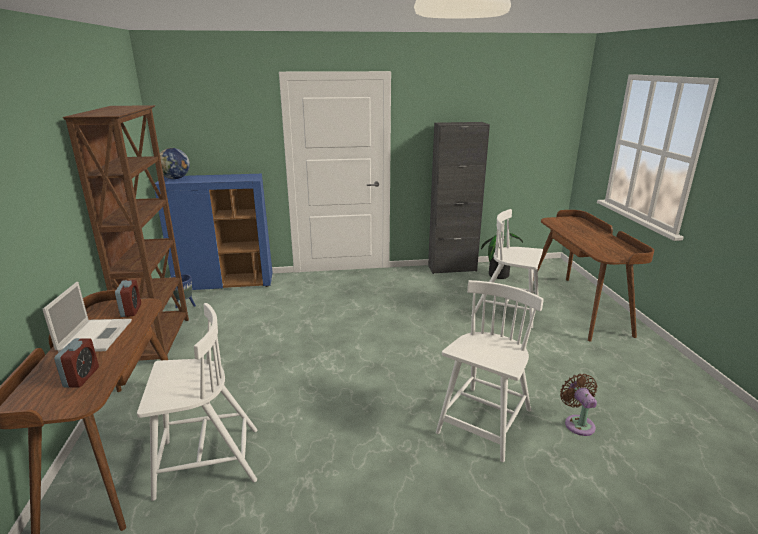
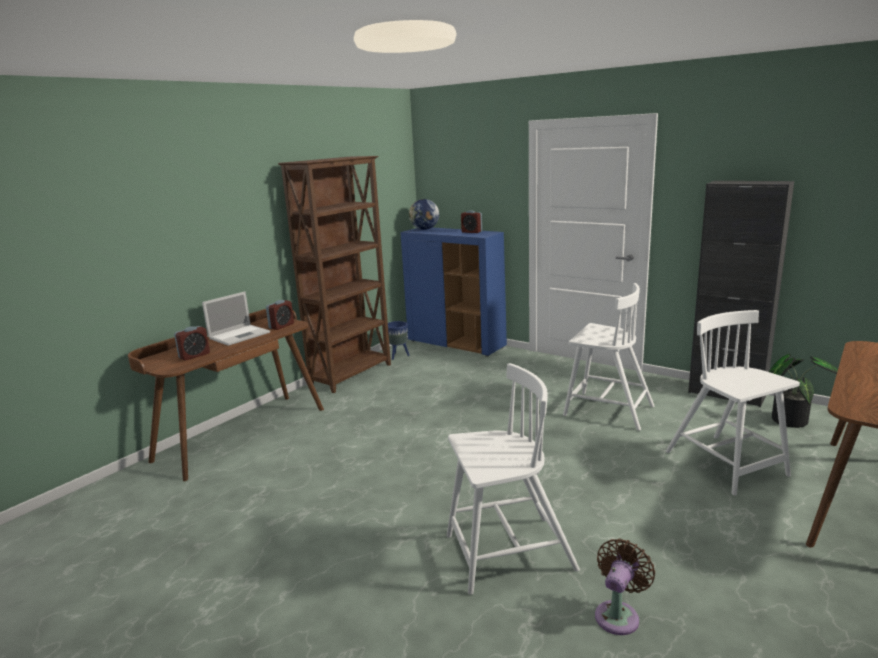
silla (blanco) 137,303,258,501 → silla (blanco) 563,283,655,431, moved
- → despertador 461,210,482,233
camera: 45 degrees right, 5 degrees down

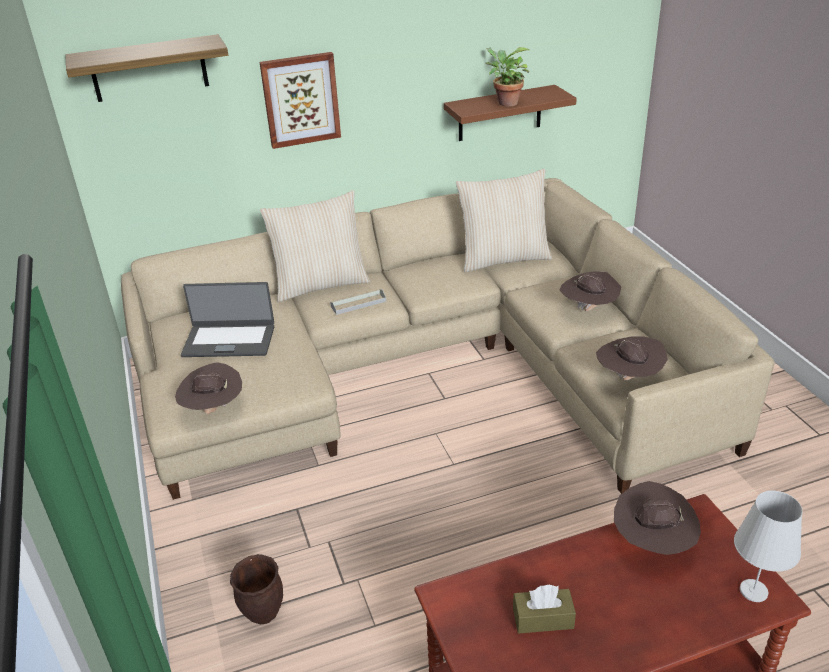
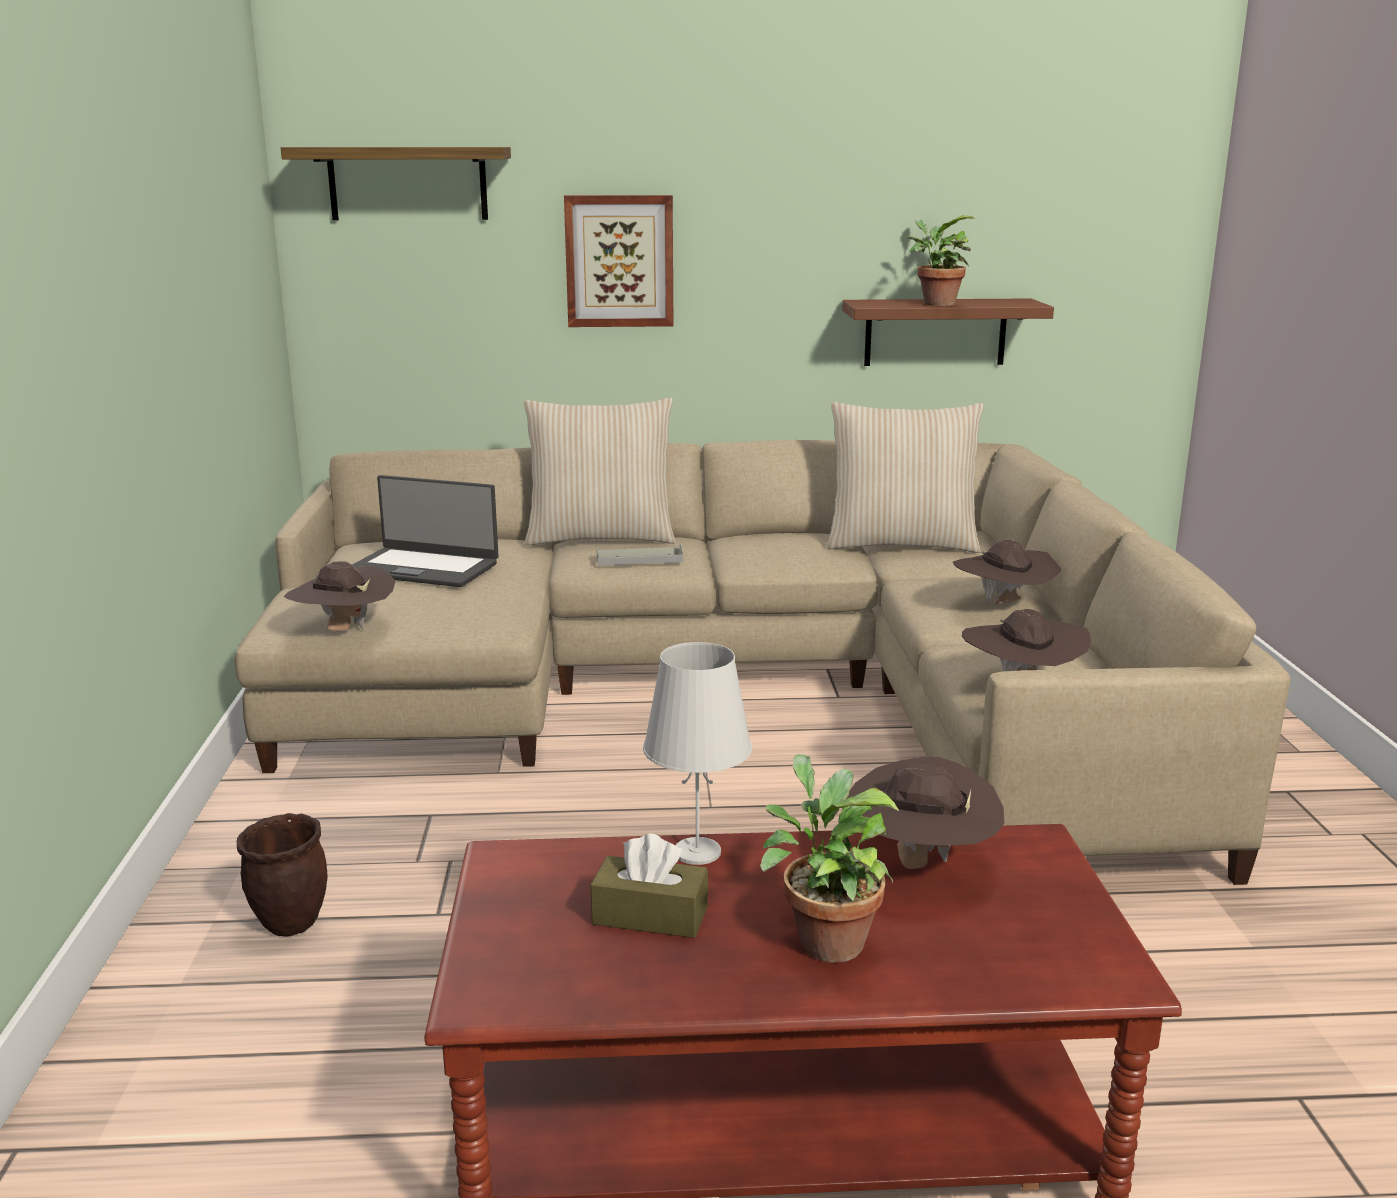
lámpara de mesa (blanco) 734,491,803,602 → lámpara de mesa (blanco) 643,642,752,865, moved
- → planta en maceta 760,754,899,963
camera: 15 degrees right, 15 degrees down

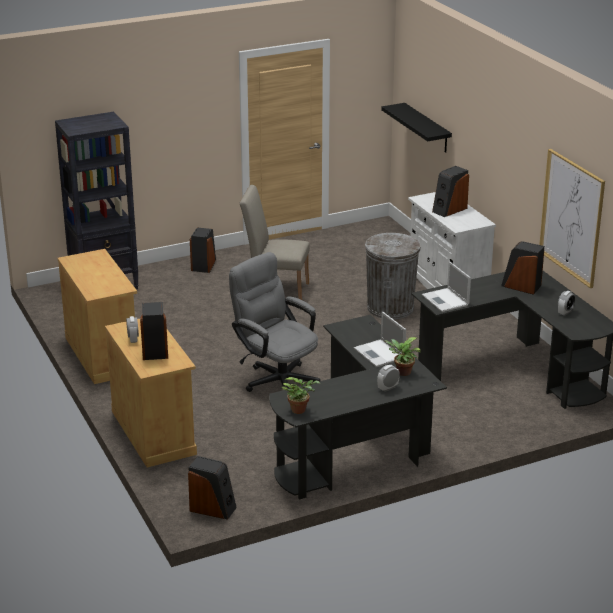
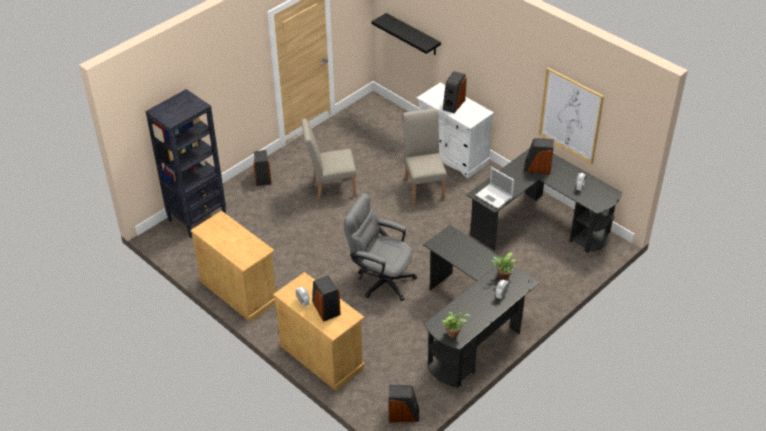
papelera (gris) 365,233,421,319 → silla (beis) 403,108,447,205
portátil 354,311,406,367 → -
camera: 20 degrees left, 15 degrees up

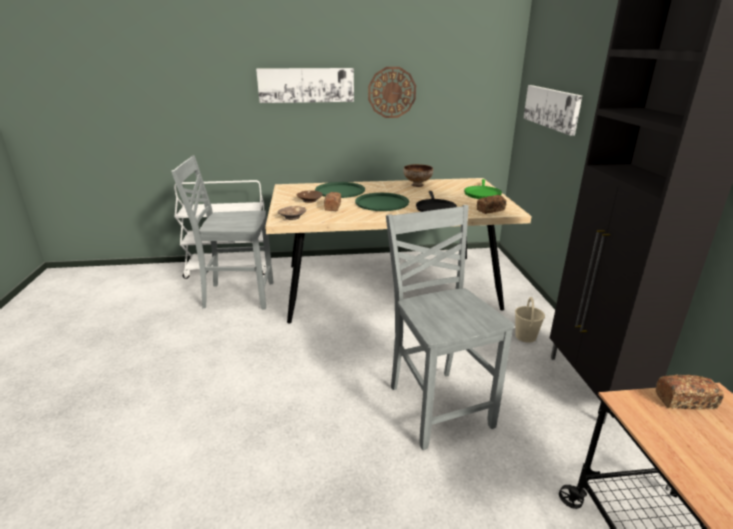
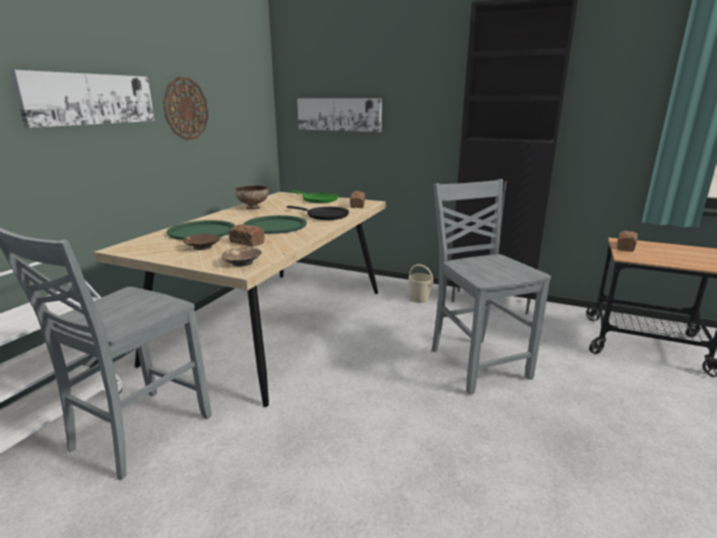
silla (gris) 386,205,514,450 → silla (gris) 432,179,551,395, 60 degrees clockwise
camera: 60 degrees left, 5 degrees down

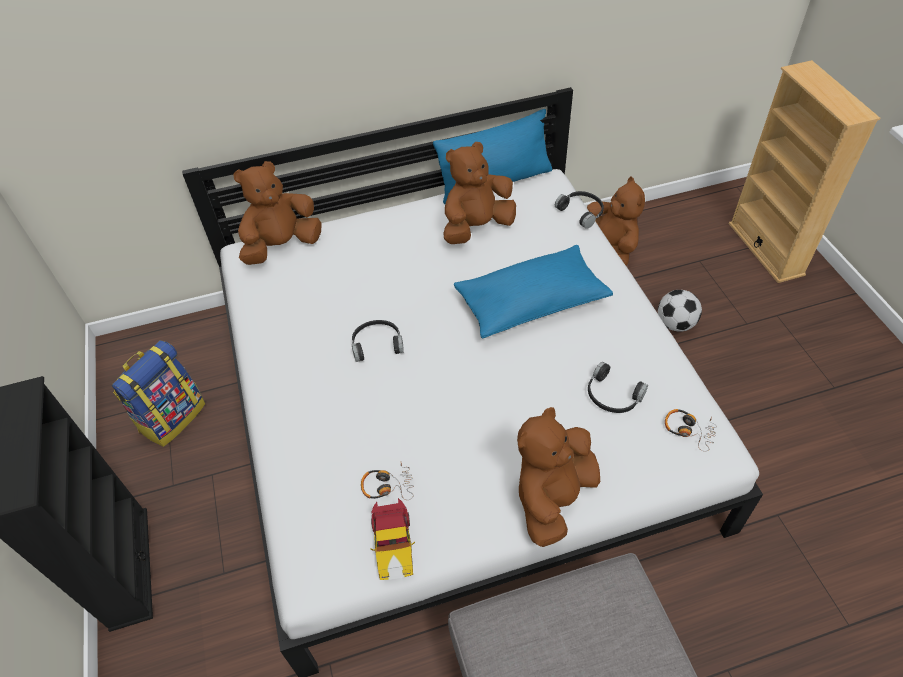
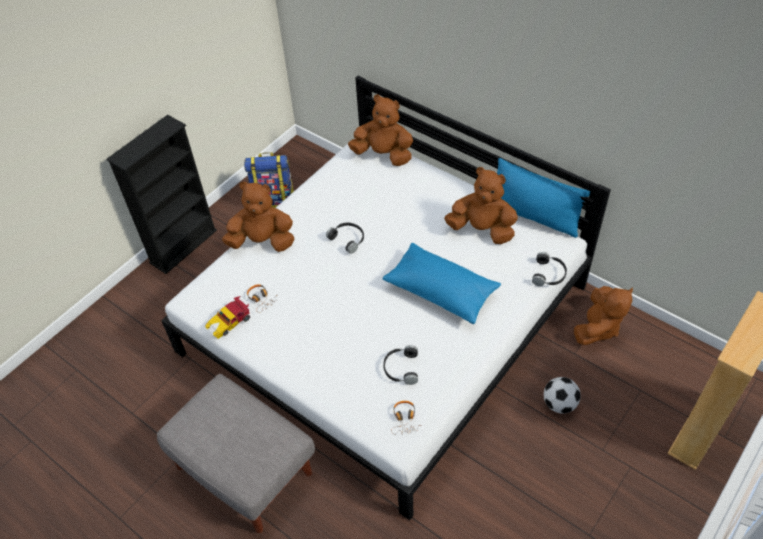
peluche (marrón) 517,407,600,547 → peluche (marrón) 222,182,295,252, moved
camera: 55 degrees right, 0 degrees up

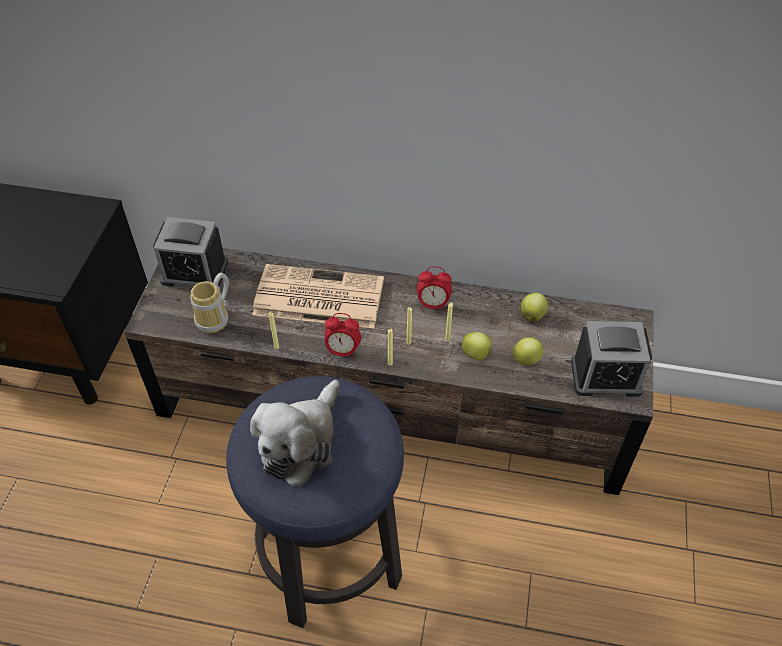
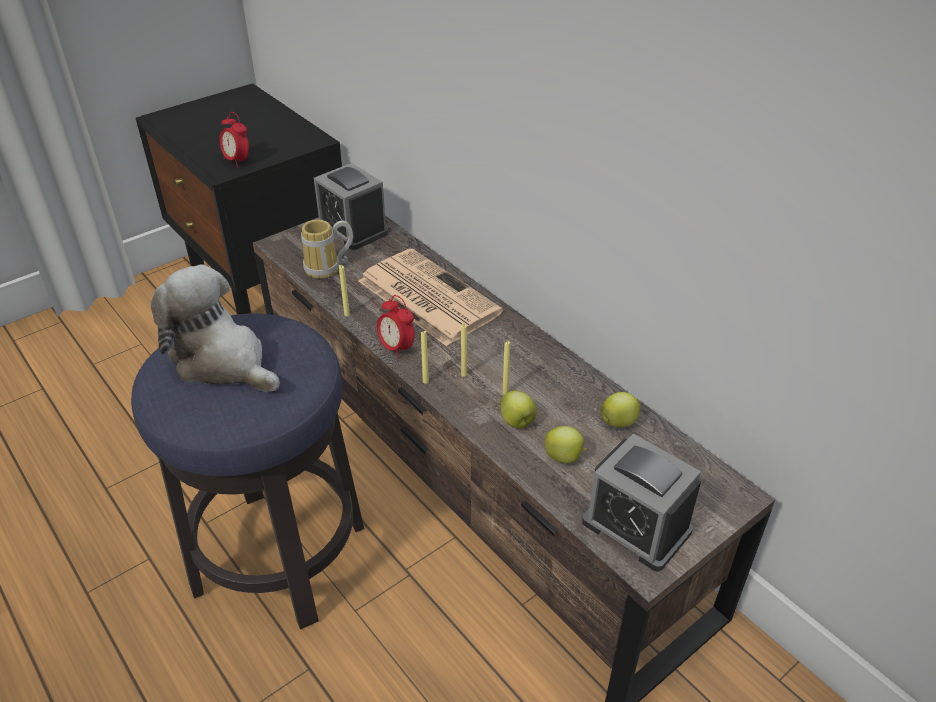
despertador 417,266,452,312 → despertador 219,112,249,168, moved
peluche 250,380,340,487 → peluche 151,264,280,392, 60 degrees clockwise
camera: 40 degrees right, 10 degrees down

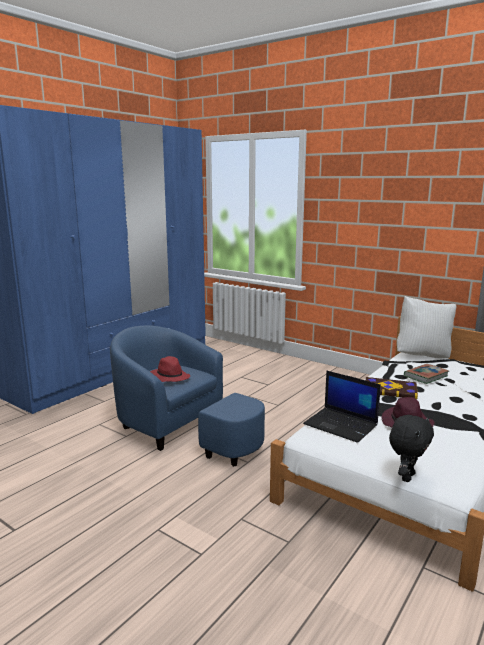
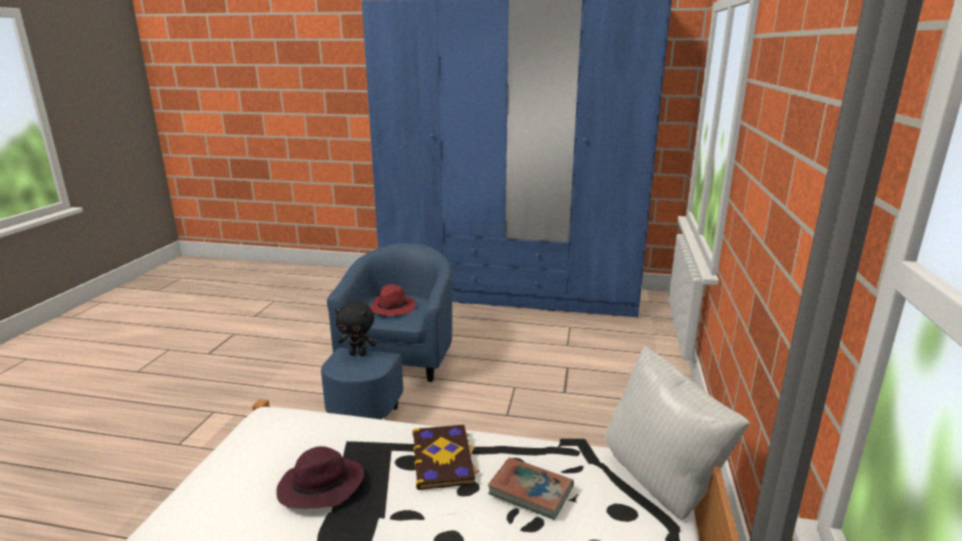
portátil 303,371,381,443 → -
peluche (negro) 389,415,434,482 → peluche (negro) 335,301,376,356, moved
camera: 65 degrees right, 5 degrees up

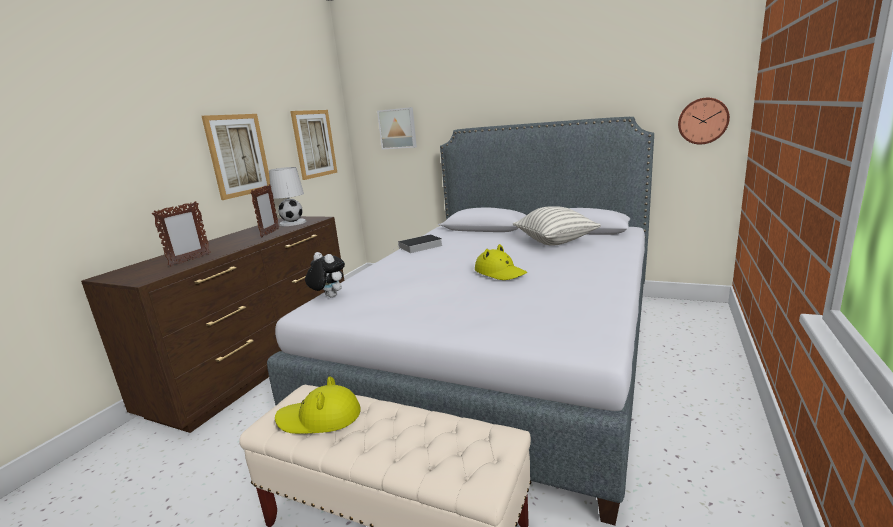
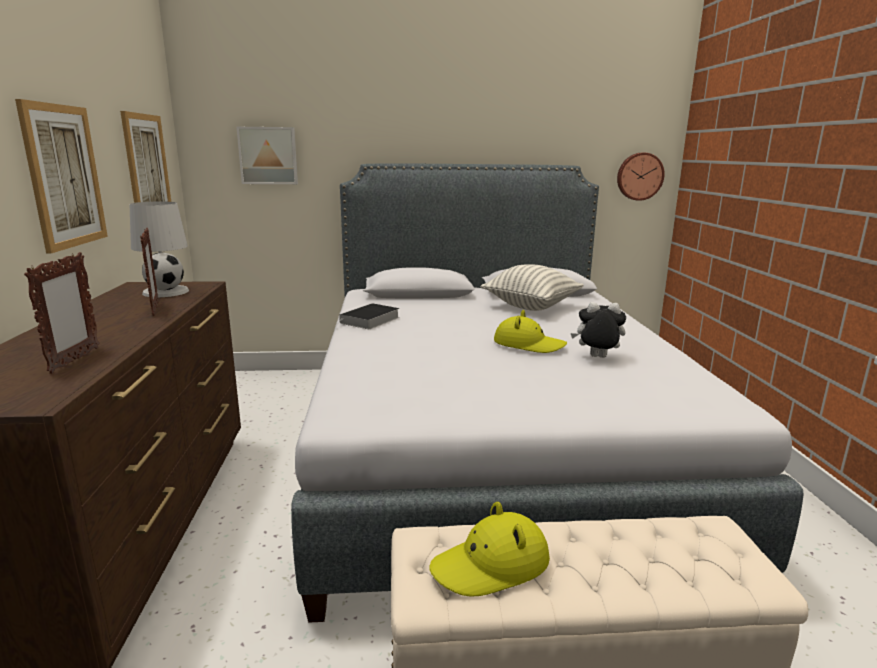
peluche 305,252,345,298 → peluche 571,302,626,358, moved
camera: 30 degrees left, 0 degrees up

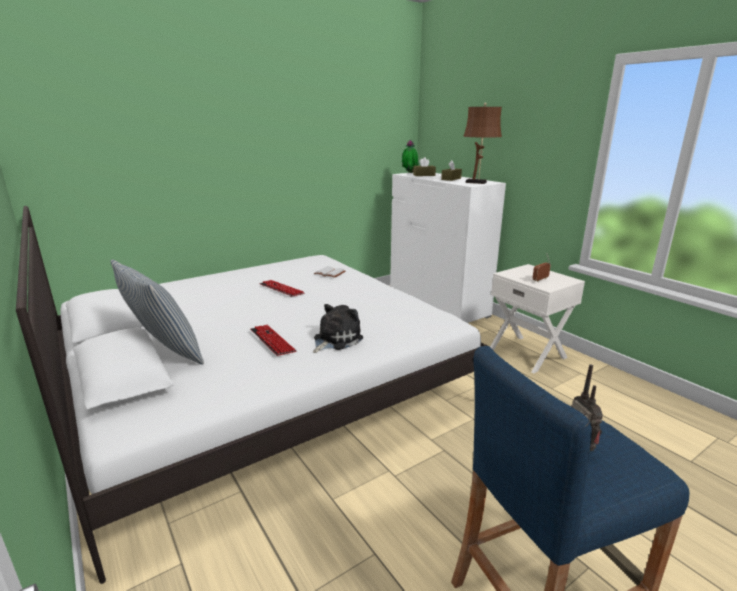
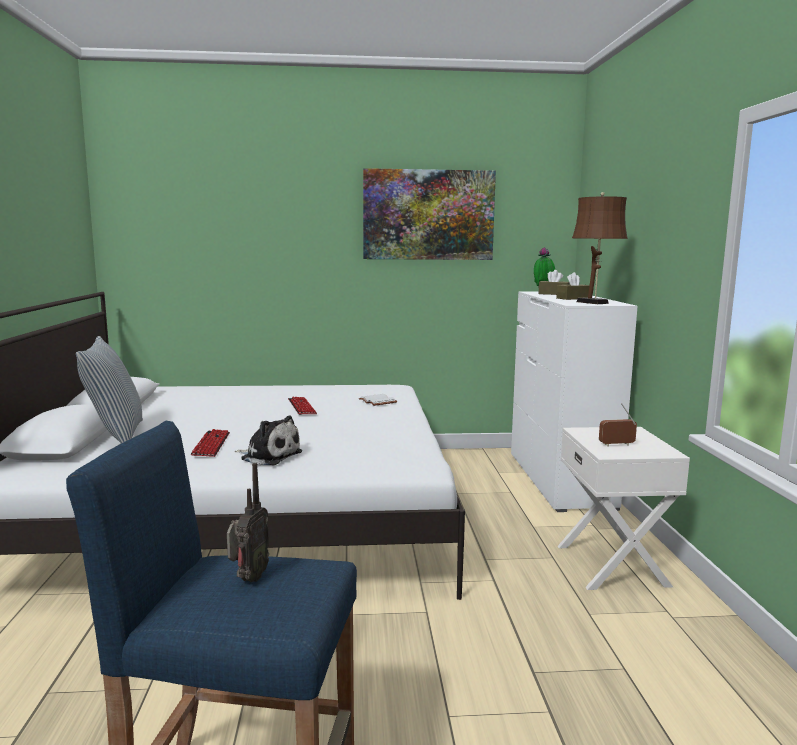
peluche 313,304,363,353 → peluche 235,415,302,465, 45 degrees clockwise
- → cuadro 363,168,496,260
camera: 30 degrees right, 10 degrees down

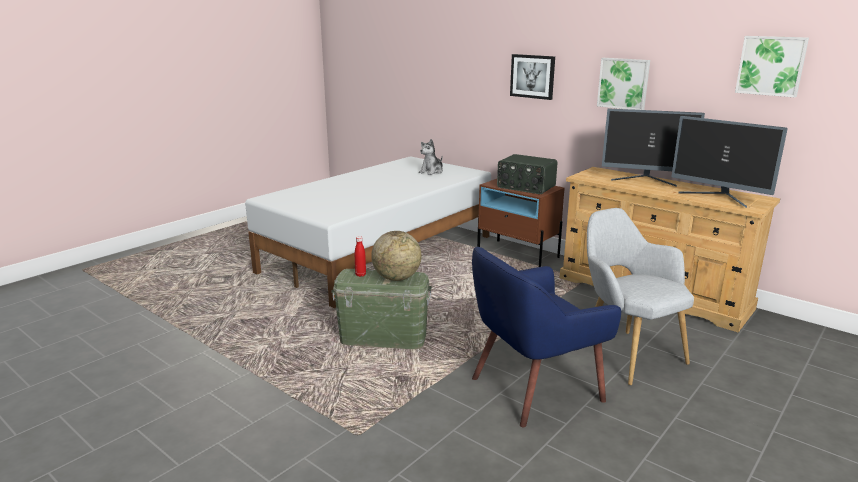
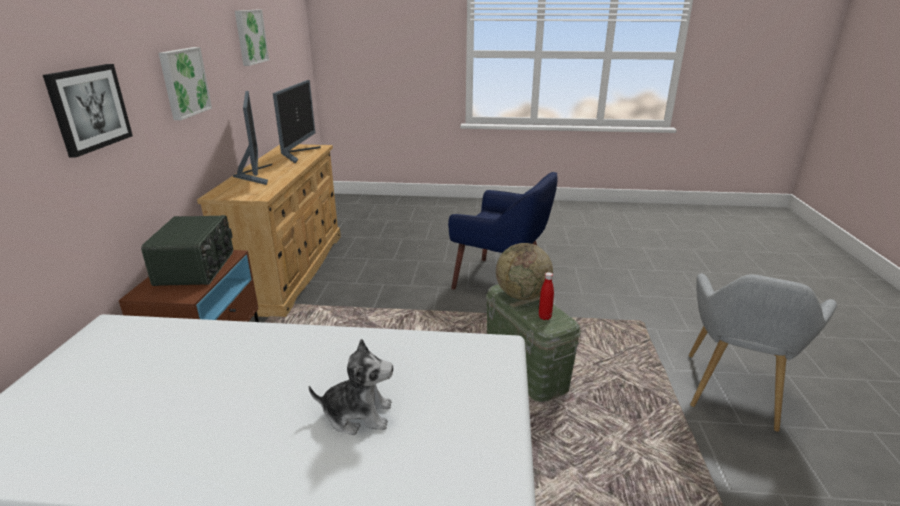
peluche 419,139,443,175 → peluche 309,339,393,435, moved
sillón (gris) 587,208,694,385 → sillón (gris) 689,274,837,432, moved
camera: 125 degrees left, 5 degrees up

